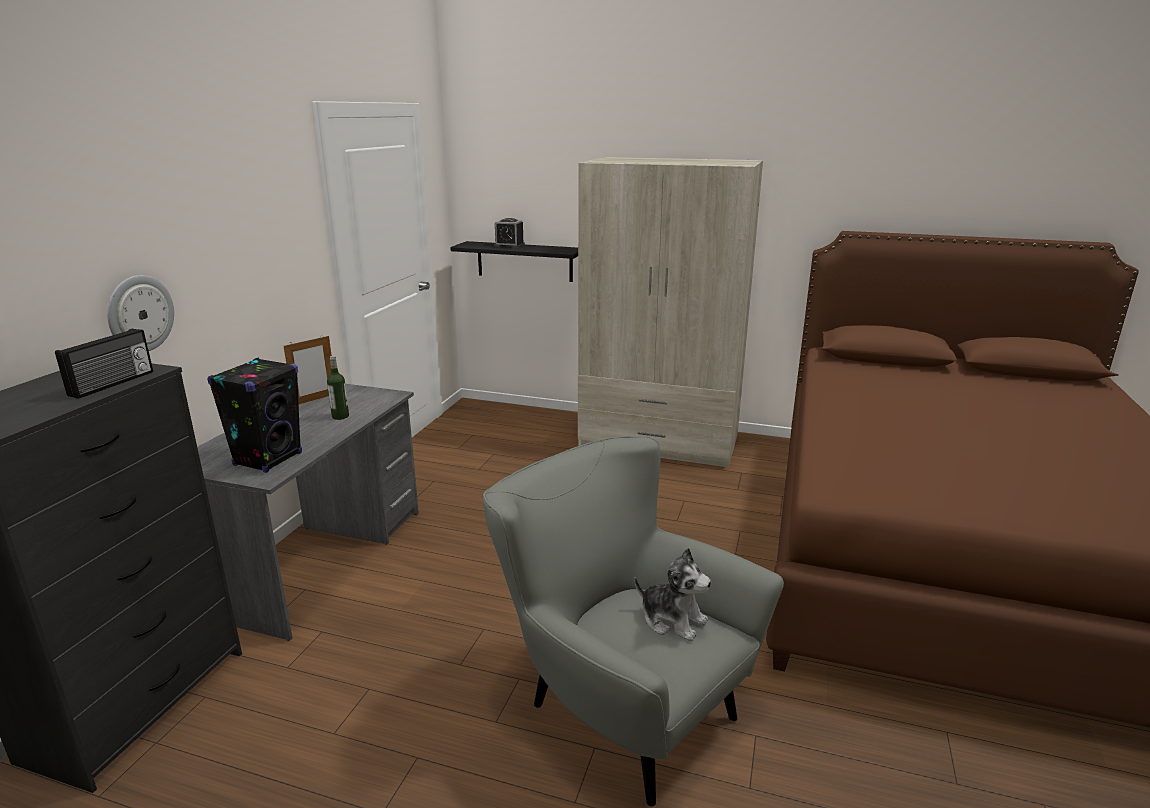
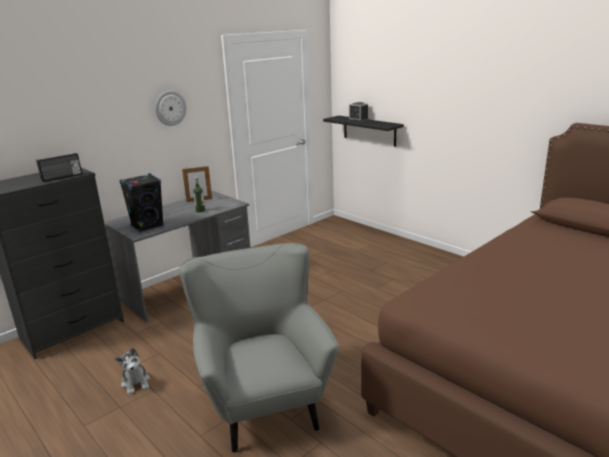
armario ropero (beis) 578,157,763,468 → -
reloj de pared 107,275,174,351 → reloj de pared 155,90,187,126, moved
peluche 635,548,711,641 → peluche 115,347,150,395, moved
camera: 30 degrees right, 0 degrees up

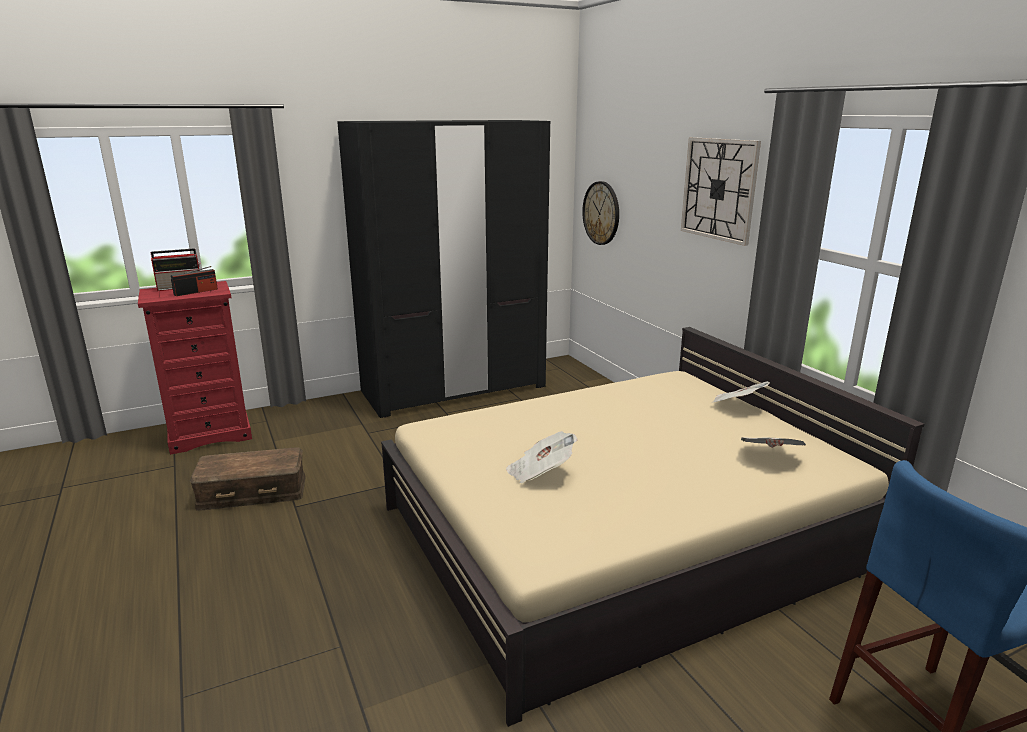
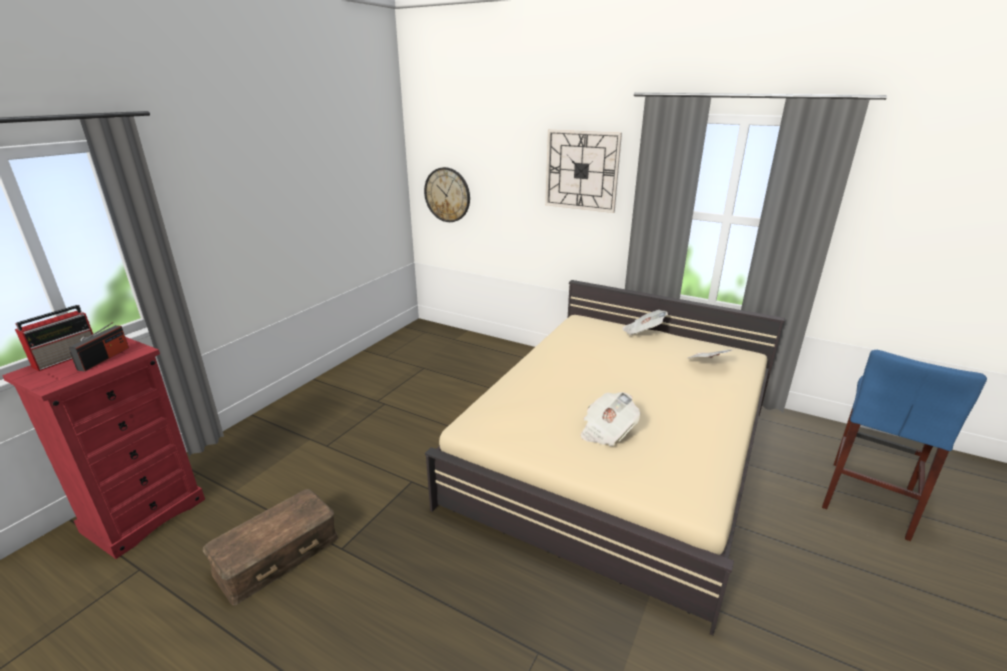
armario ropero (negro) 337,120,550,418 → -
camera: 35 degrees left, 5 degrees up

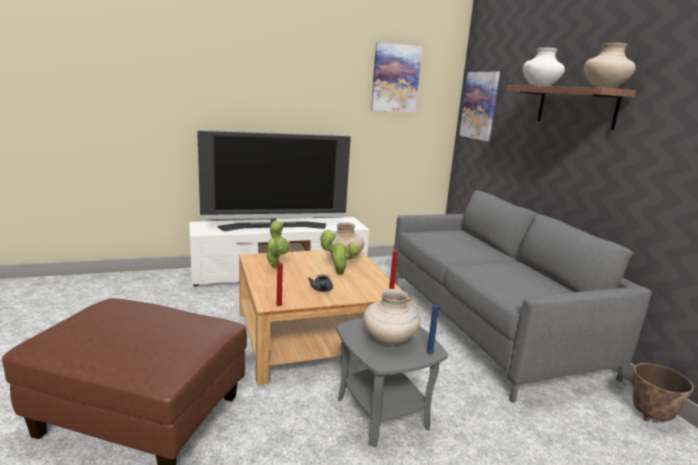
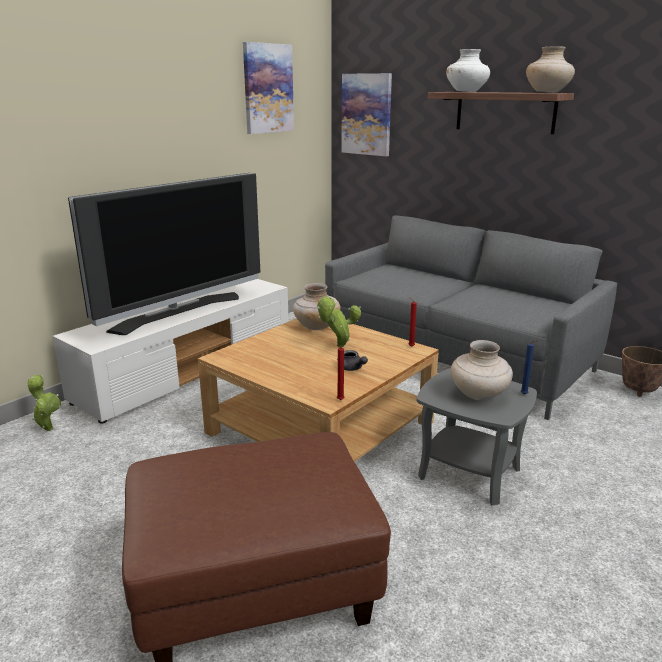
planta en maceta 265,221,290,269 → planta en maceta 27,375,61,431, moved
camera: 30 degrees left, 5 degrees up

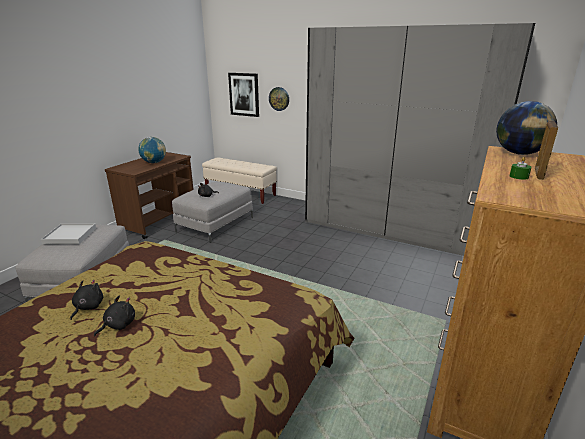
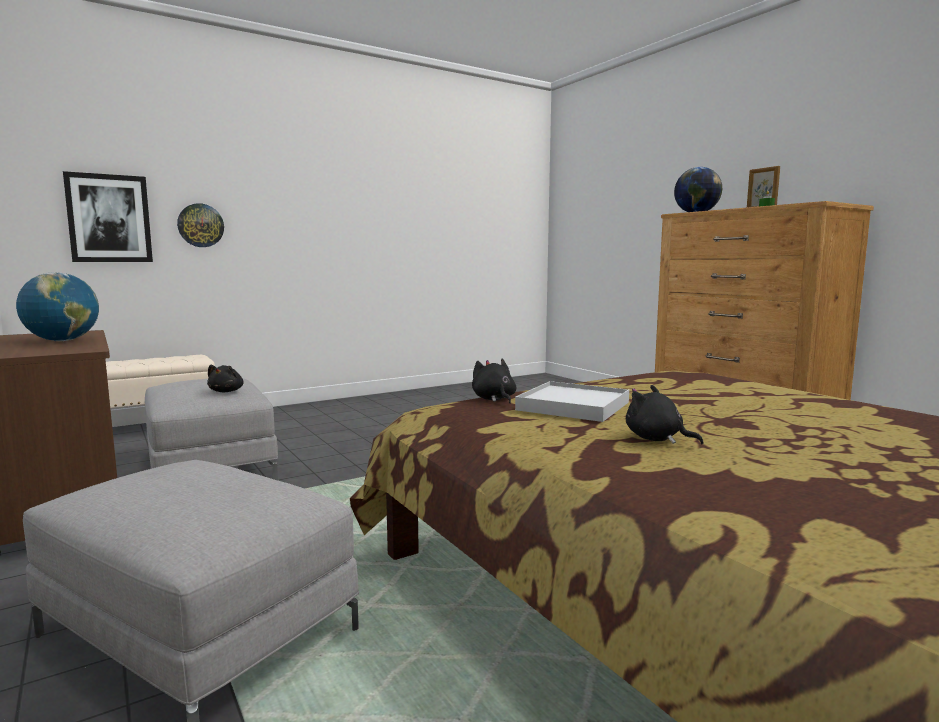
armario ropero (gris) 305,23,535,256 → -
bandeja (blanco) 41,224,96,244 → bandeja (blanco) 515,381,629,422, moved
peluche (negro) 94,296,135,337 → peluche (negro) 472,359,516,404, moved
camera: 60 degrees left, 15 degrees down

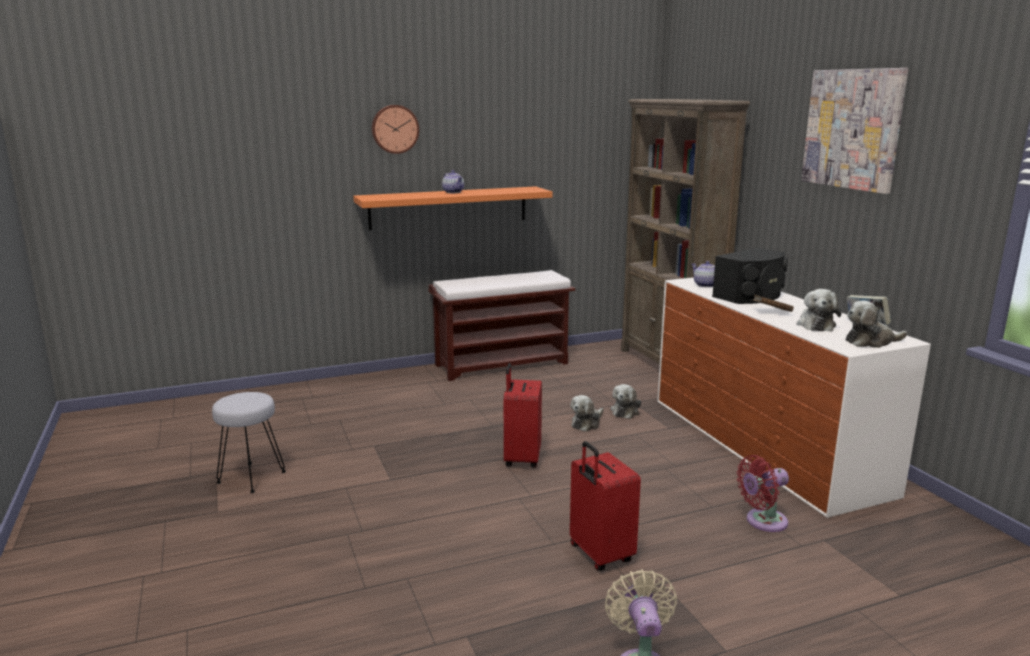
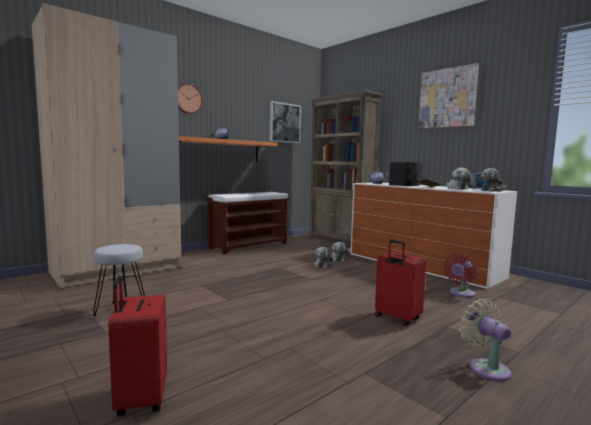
maleta (rojo) 504,363,542,468 → maleta (rojo) 108,275,167,416, moved
- → armario ropero (beis) 32,3,181,289
- → cuadro 270,101,301,143
camera: 20 degrees left, 10 degrees down

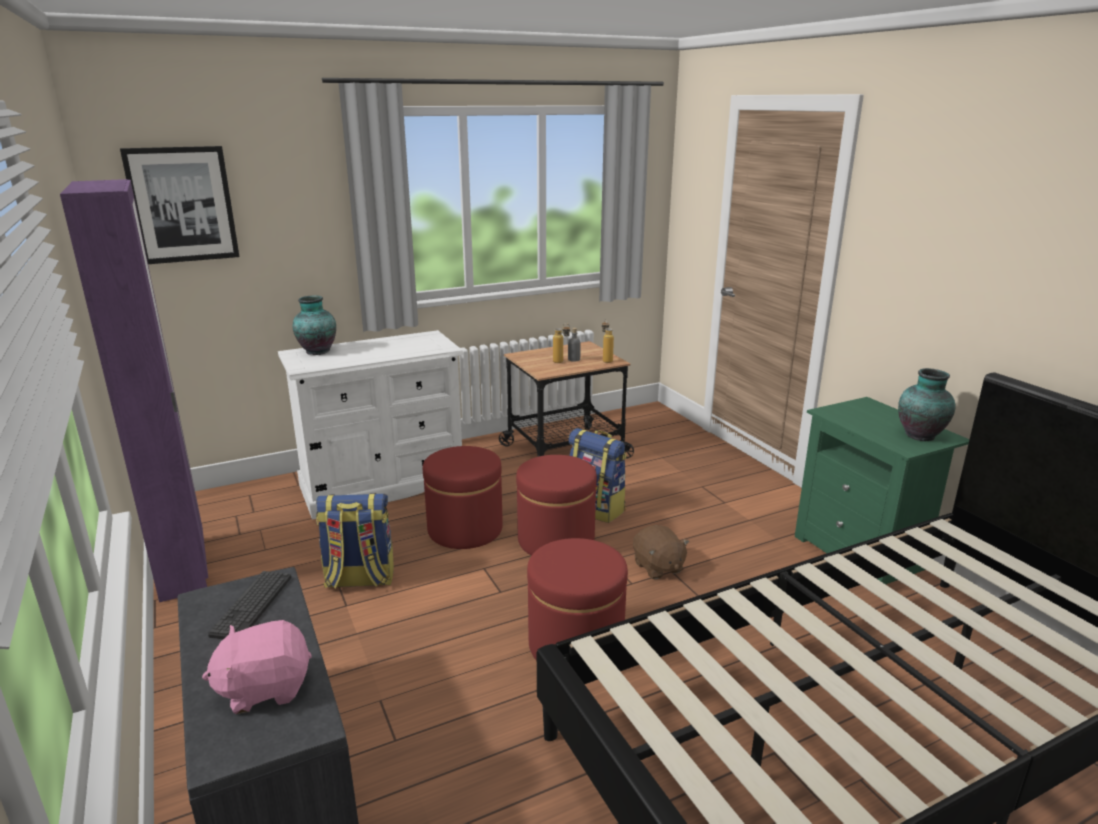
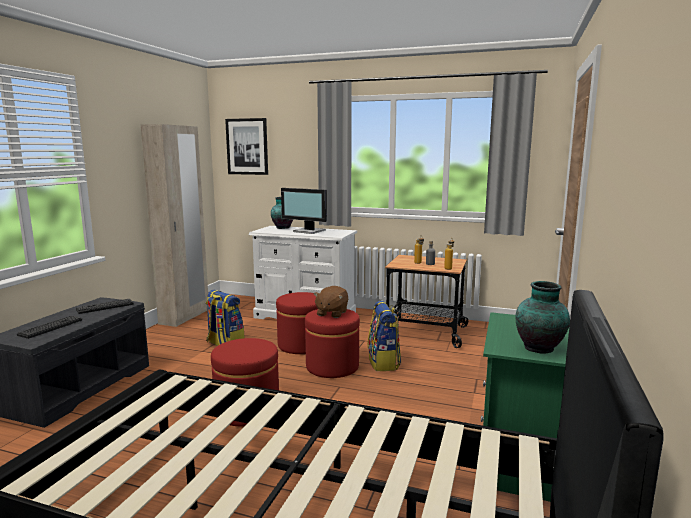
armario ropero (morado) 60,179,208,602 → armario ropero (beis) 141,124,208,327
peluche (marrón) 633,525,689,579 → peluche (marrón) 314,286,348,318, moved
peluche (rosa) 202,620,312,714 → teclado 17,316,82,339
- → monitor 281,188,327,234
camera: 45 degrees right, 10 degrees down

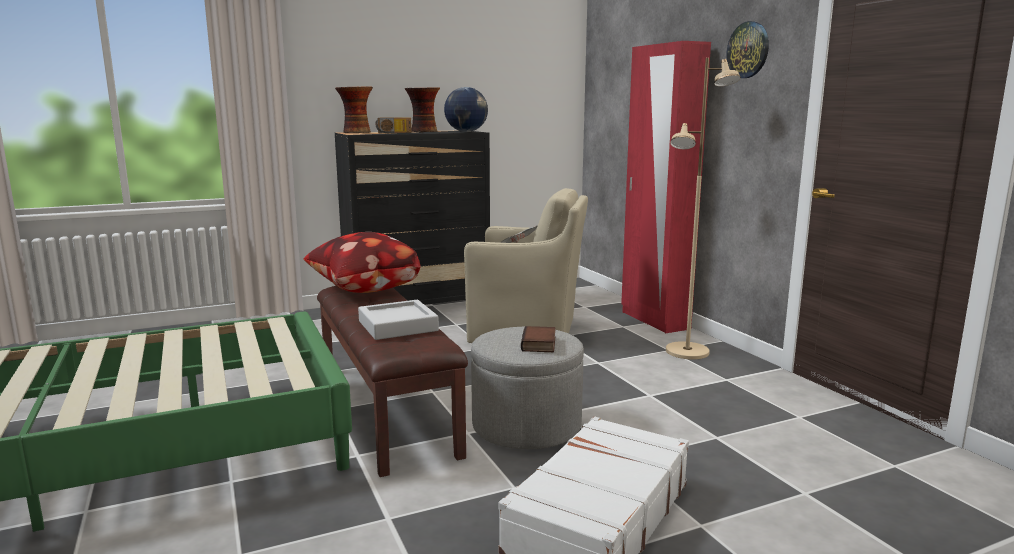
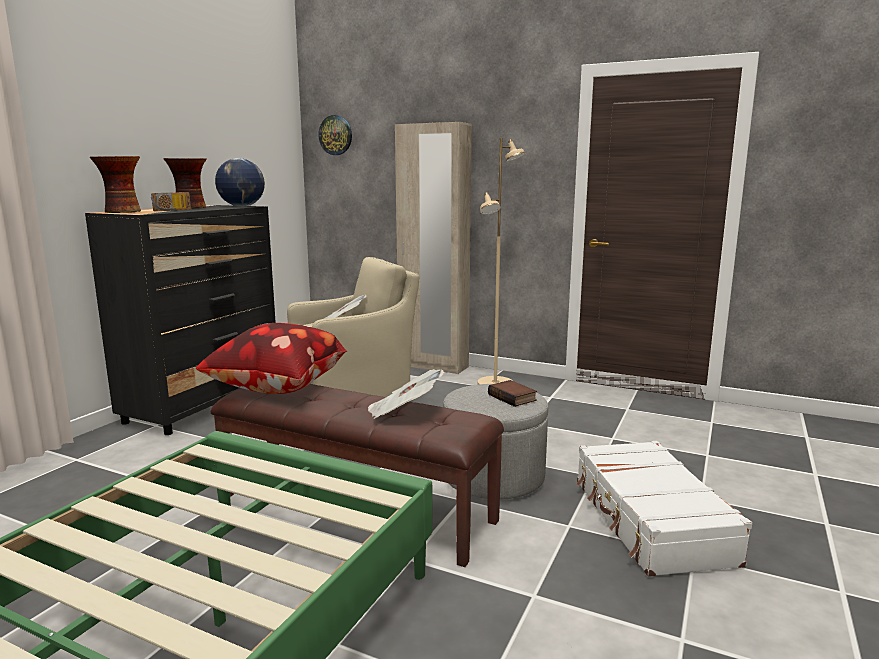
reloj de pared 727,21,769,78 → reloj de pared 318,115,352,155, moved
armario ropero (rojo) 621,41,711,333 → armario ropero (beis) 395,122,472,374
bandeja (gris) 358,300,439,340 → periódico 368,369,444,419
camera: 40 degrees left, 0 degrees up

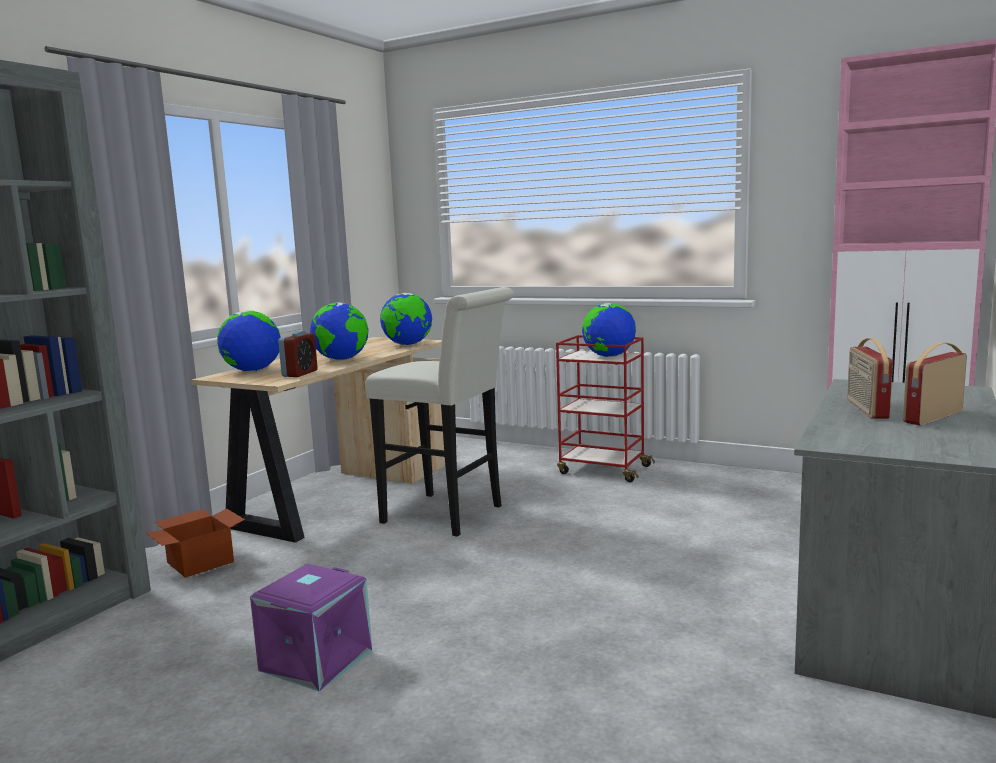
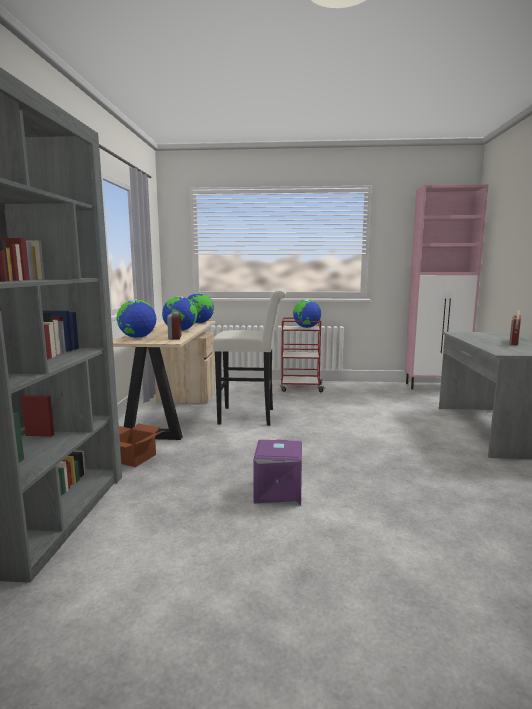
radio 848,338,893,419 → -
camera: 25 degrees left, 0 degrees up

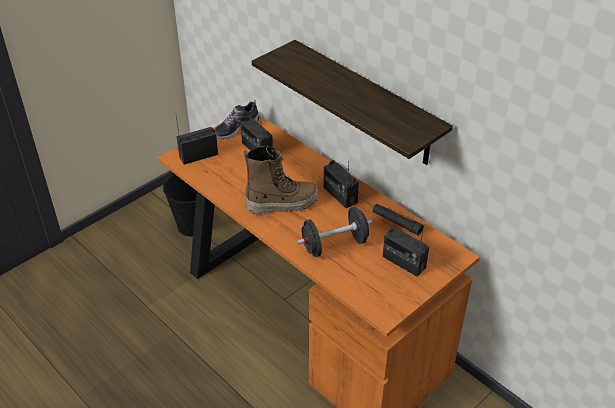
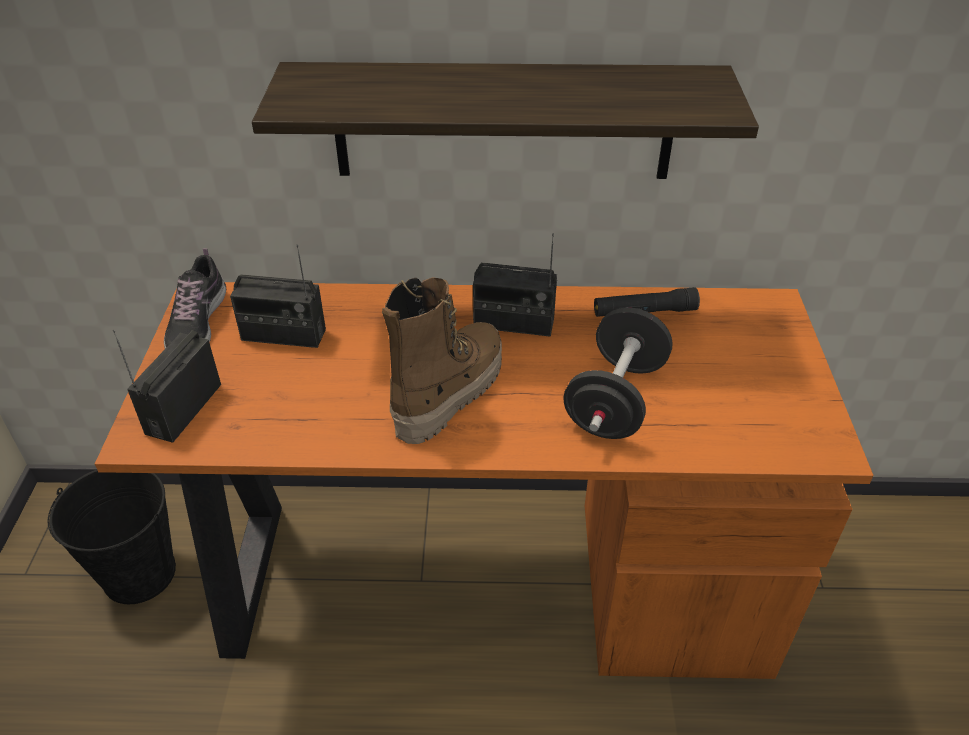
radio 383,227,429,277 → -
camera: 45 degrees left, 0 degrees up

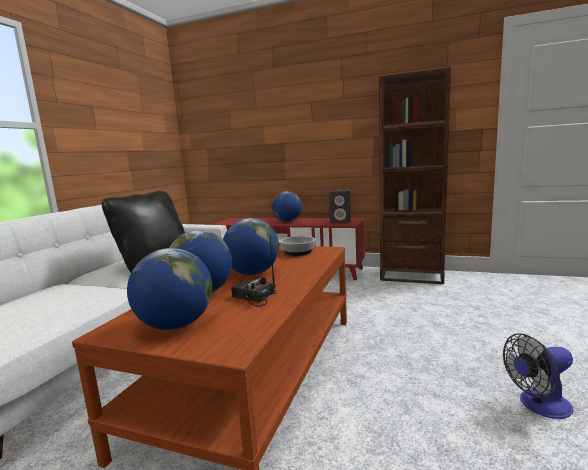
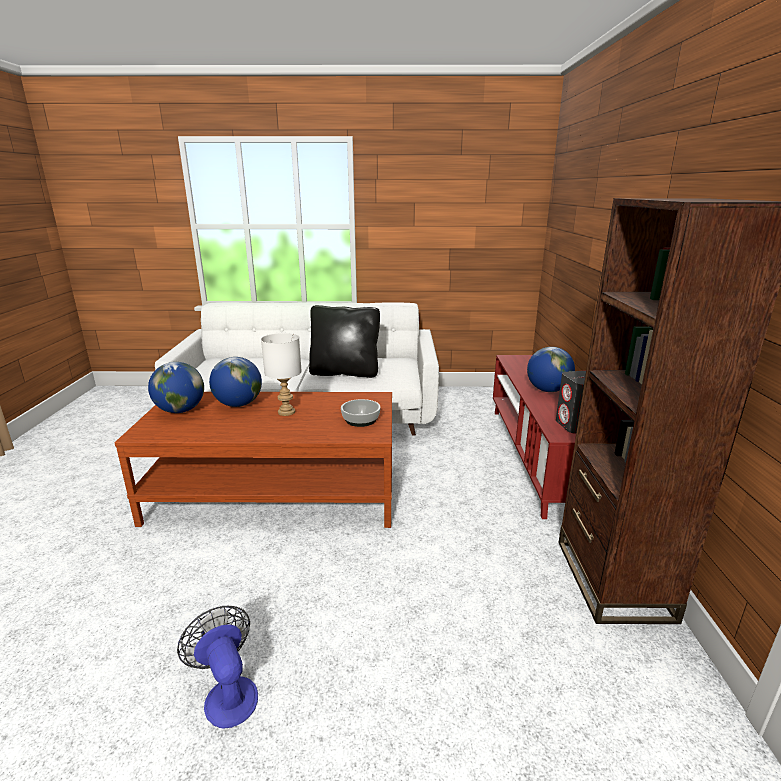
globo terráqueo 223,218,279,275 → lámpara de mesa (blanco) 261,333,302,416
radio 231,237,276,307 → -
camera: 70 degrees right, 10 degrees up

